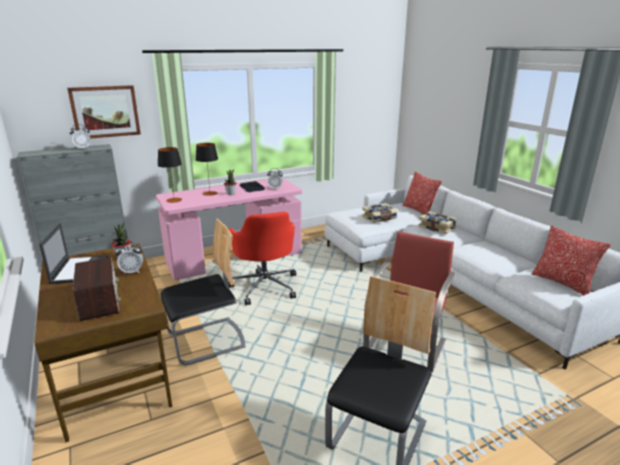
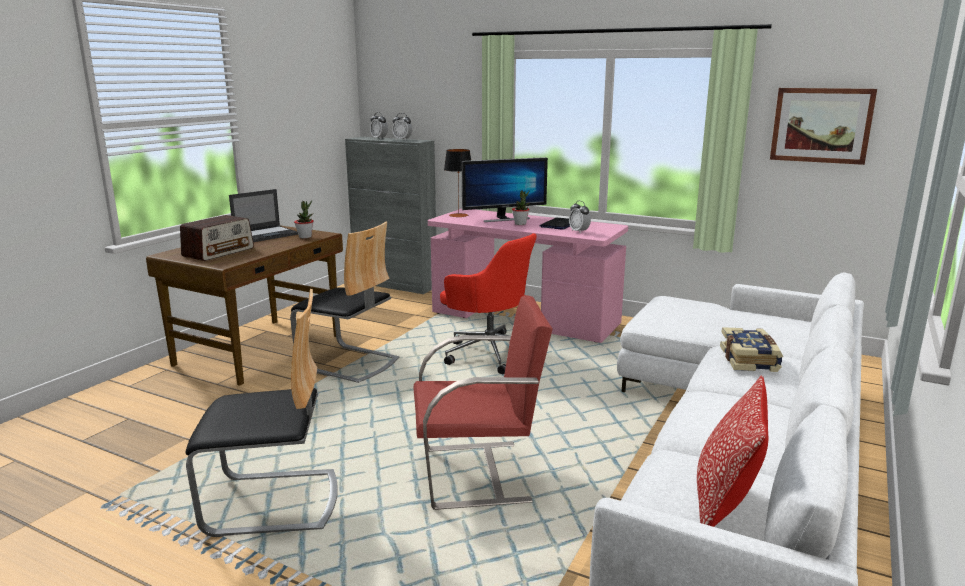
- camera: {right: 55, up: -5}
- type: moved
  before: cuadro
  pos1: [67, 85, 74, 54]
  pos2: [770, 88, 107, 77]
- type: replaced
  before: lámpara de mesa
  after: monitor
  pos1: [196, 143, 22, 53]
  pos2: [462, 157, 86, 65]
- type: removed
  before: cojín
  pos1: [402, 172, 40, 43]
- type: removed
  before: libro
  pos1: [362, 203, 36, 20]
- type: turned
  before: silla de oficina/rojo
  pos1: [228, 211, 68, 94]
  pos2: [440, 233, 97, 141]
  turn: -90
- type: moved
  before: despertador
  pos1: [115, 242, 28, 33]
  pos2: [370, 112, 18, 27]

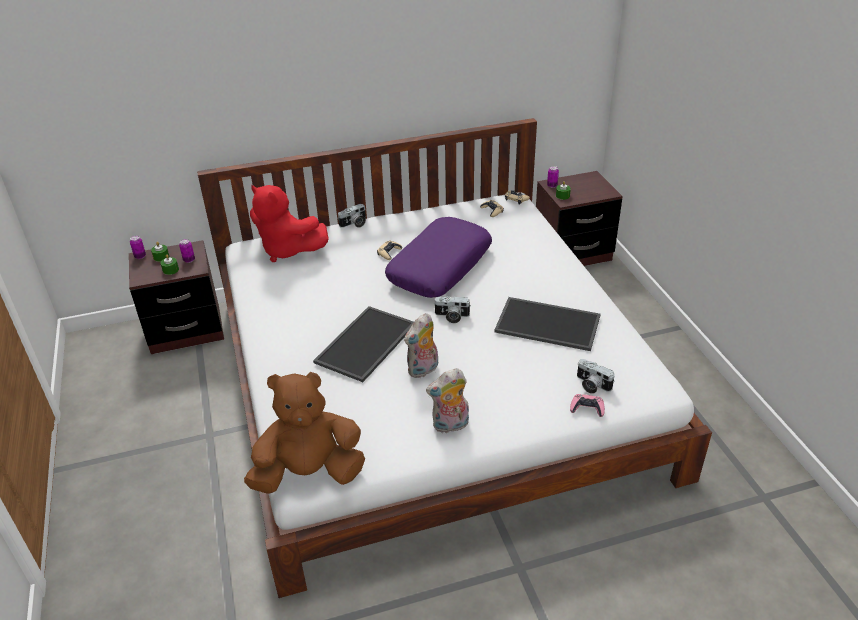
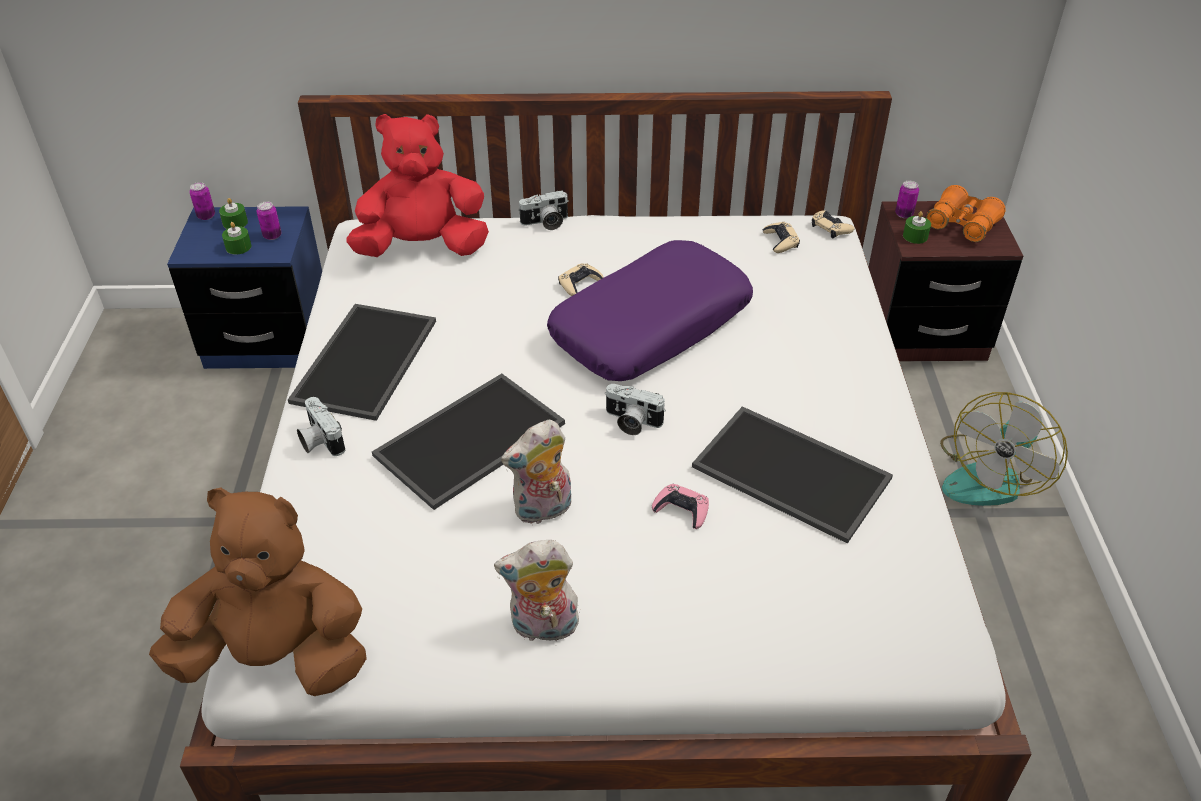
- camera: {right: 15, up: 5}
- type: turned
  before: peluche/rojo
  pos1: [250, 185, 79, 77]
  pos2: [346, 114, 143, 143]
  turn: 120
- type: recoloured
  before: mesita de noche/marrón
  after: mesita de noche/azul
  pos1: [129, 240, 95, 114]
  pos2: [167, 206, 155, 163]
- type: moved
  before: cámara
  pos1: [577, 359, 38, 35]
  pos2: [297, 397, 48, 59]
- type: moved
  before: mando de consola/rosa
  pos1: [570, 394, 35, 23]
  pos2: [652, 484, 57, 45]
- type: added
  after: prismáticos/naranja
  pos2: [926, 185, 80, 57]
- type: added
  after: bandeja
  pos2: [288, 304, 148, 117]
- type: added
  after: ventilador
  pos2: [940, 392, 128, 114]

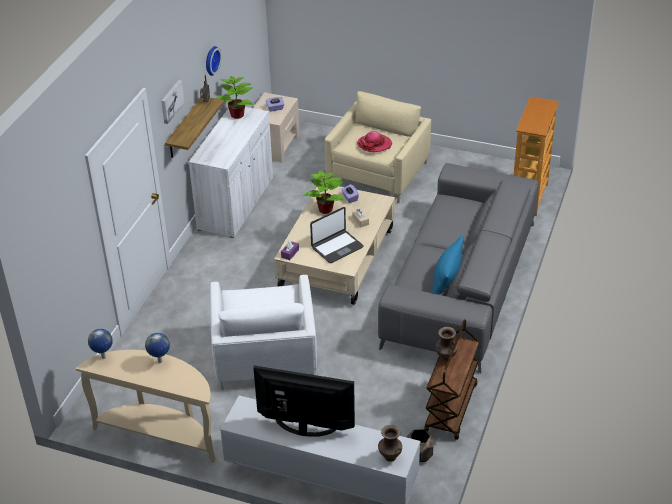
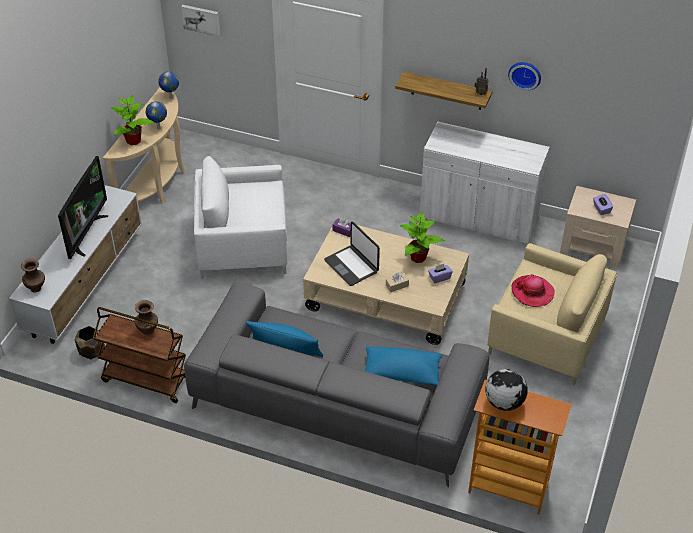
- camera: {right: 90, up: 5}
- type: moved
  before: planta en maceta
  pos1: [216, 76, 37, 43]
  pos2: [111, 96, 44, 49]
- type: moved
  before: cuadro
  pos1: [161, 80, 24, 44]
  pos2: [181, 5, 39, 32]
- type: added
  after: cojín/azul
  pos2: [365, 346, 77, 40]
- type: added
  after: globo terráqueo
  pos2: [485, 369, 43, 42]

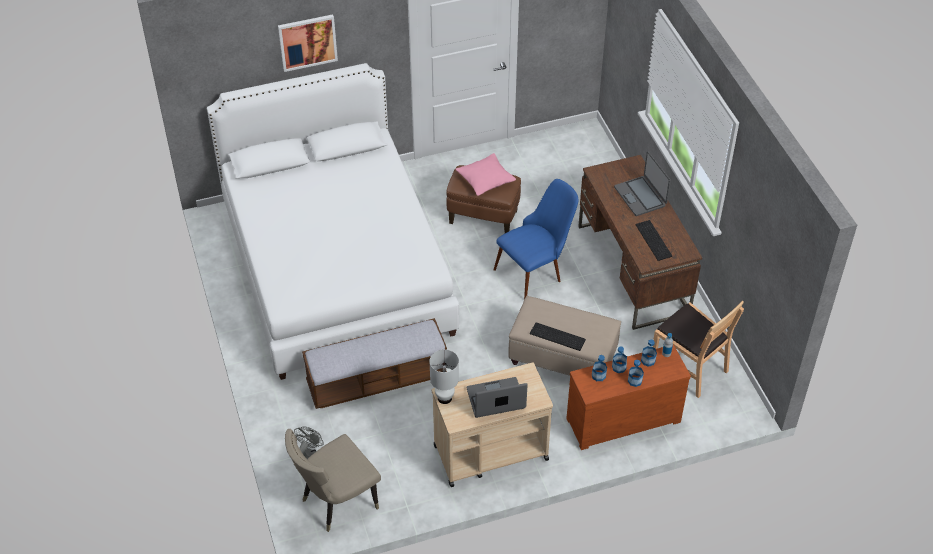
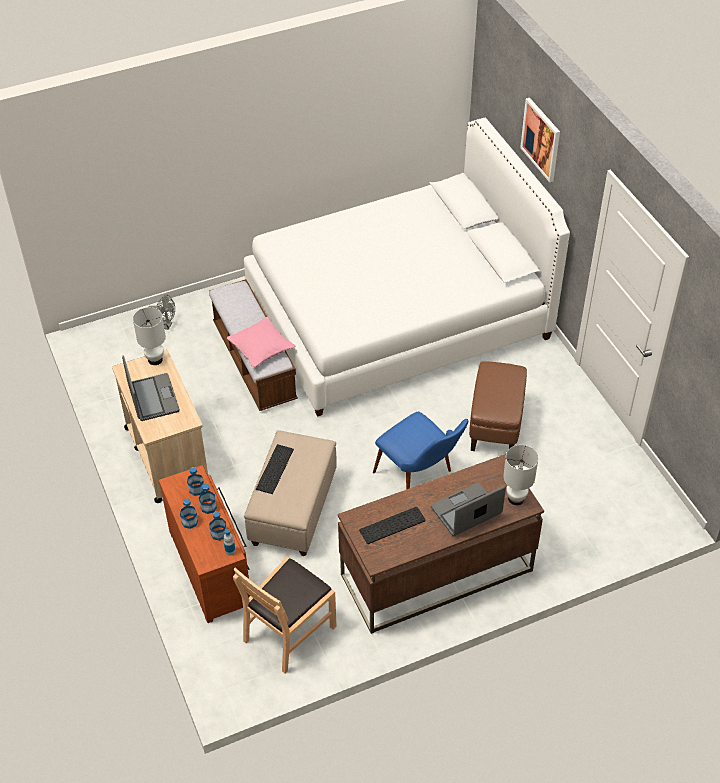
- camera: {right: 85, up: 0}
- type: moved
  before: cojín/rosa
  pos1: [456, 153, 60, 43]
  pos2: [227, 317, 68, 51]
- type: removed
  before: silla/beis
  pos1: [285, 429, 96, 103]
- type: added
  after: lámpara de mesa/blanco
  pos2: [503, 445, 35, 60]

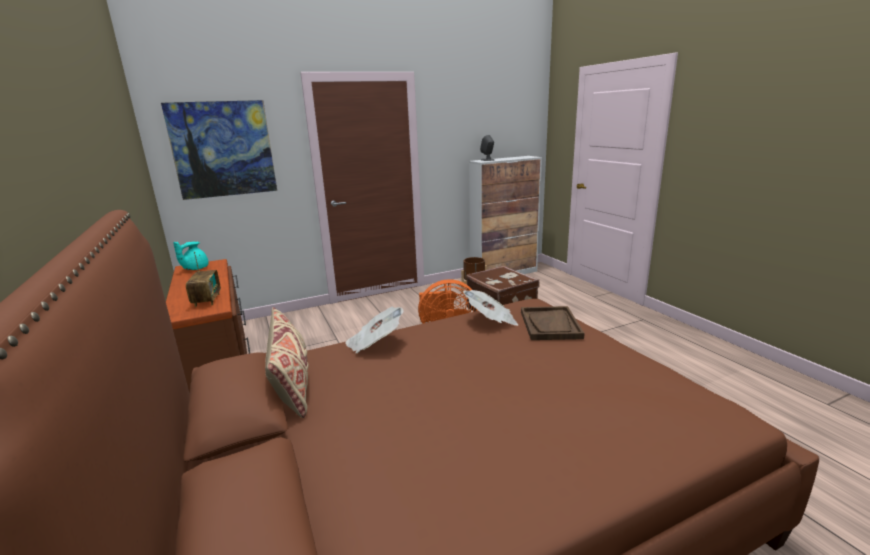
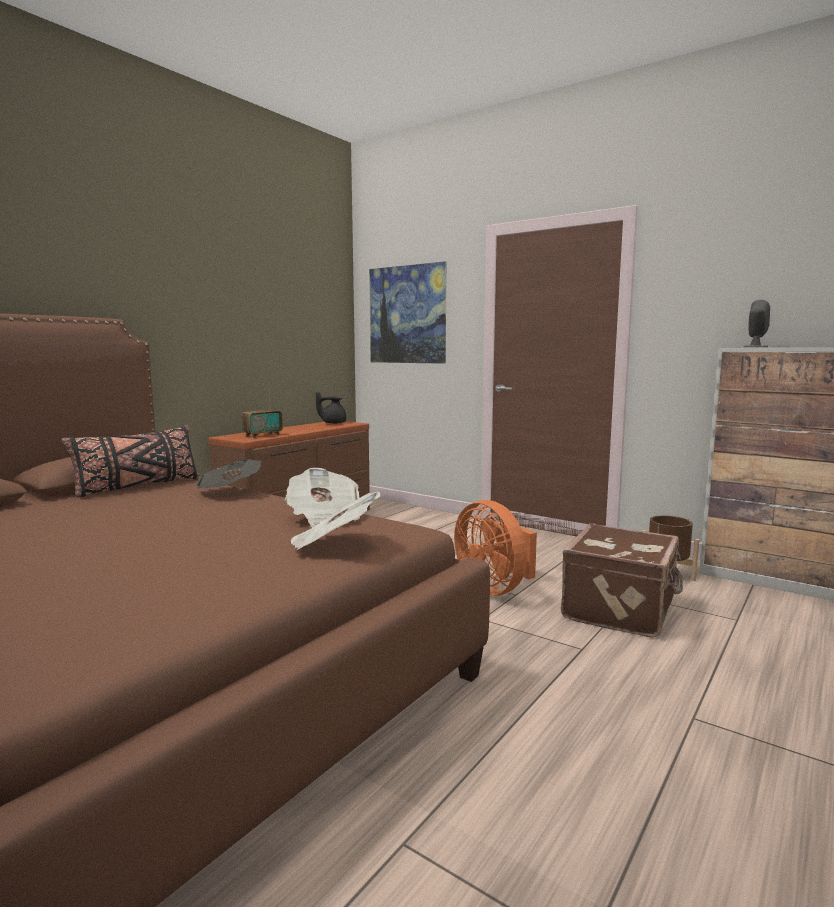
- camera: {right: 60, up: -10}
- type: recoloured
  before: tetera/turquesa
  after: tetera/negro
  pos1: [173, 241, 35, 29]
  pos2: [316, 392, 30, 32]
- type: replaced
  before: bandeja/marrón
  after: periódico
  pos1: [521, 306, 64, 34]
  pos2: [290, 492, 90, 58]
- type: recoloured
  before: cojín/beis
  after: cojín/negro
  pos1: [265, 307, 44, 111]
  pos2: [61, 425, 139, 73]

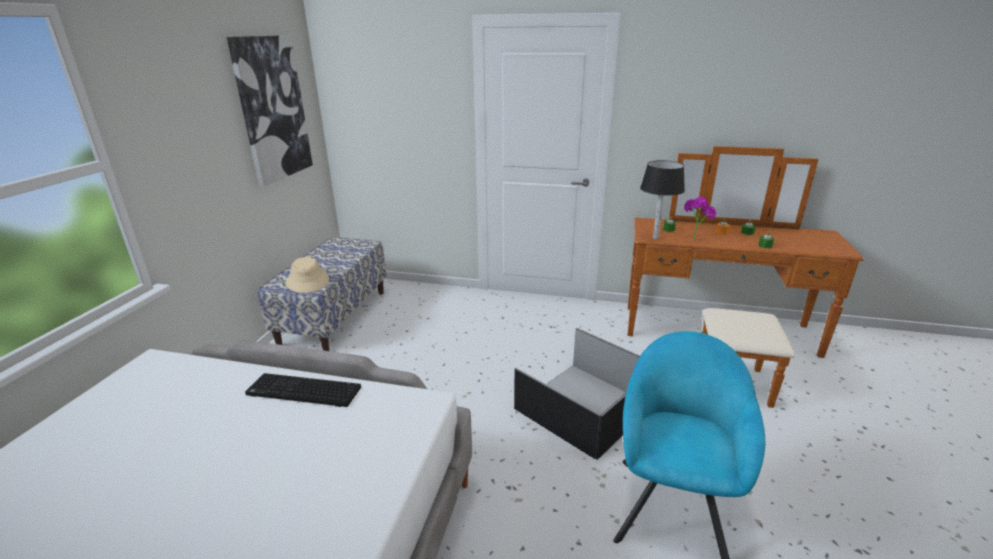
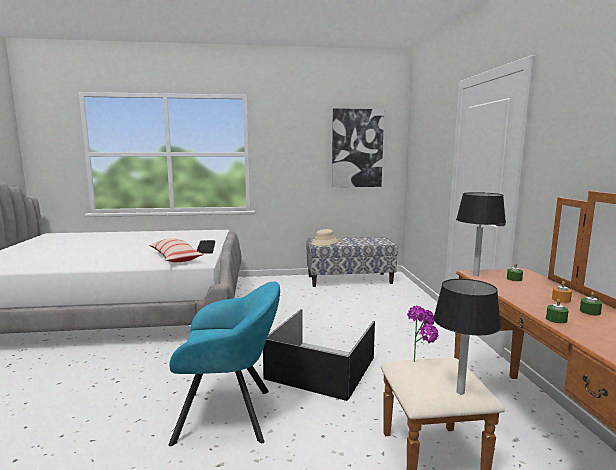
- camera: {right: 70, up: -15}
- type: moved
  before: planta en maceta
  pos1: [684, 197, 33, 44]
  pos2: [407, 306, 31, 56]
- type: added
  after: cojín
  pos2: [149, 238, 55, 24]
- type: added
  after: lámpara de mesa/negro
  pos2: [433, 279, 68, 115]

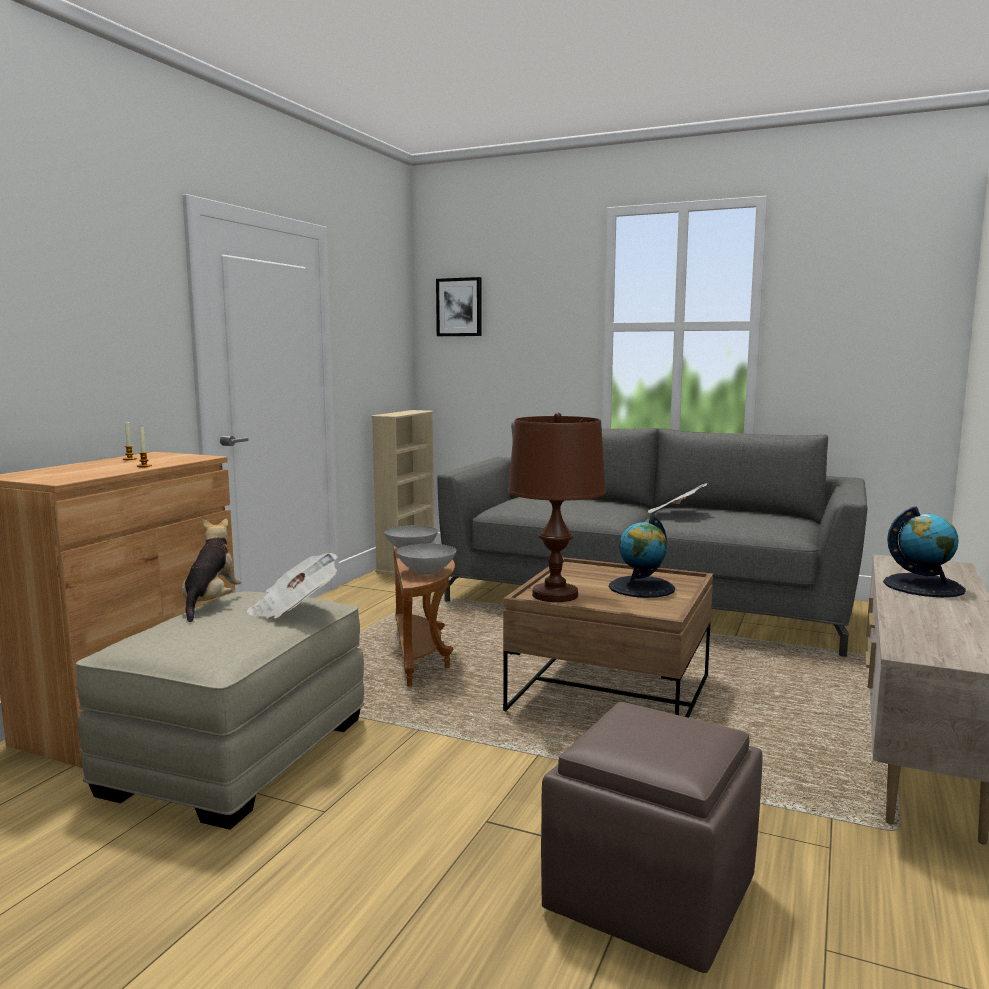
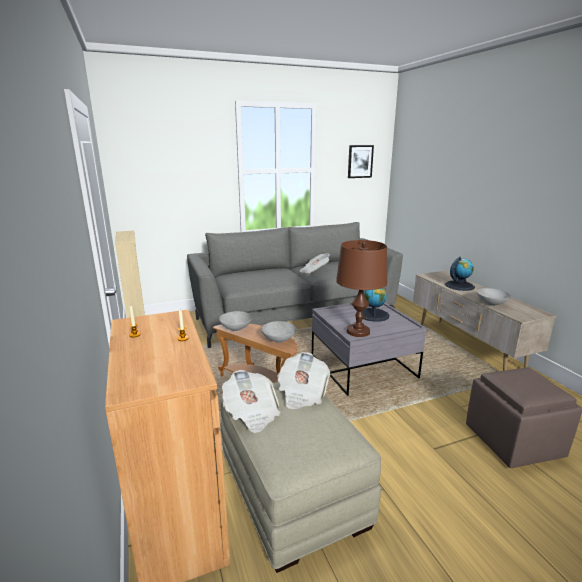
- camera: {right: -45, up: 10}
- type: moved
  before: cuadro
  pos1: [436, 277, 46, 59]
  pos2: [348, 145, 26, 33]
- type: replaced
  before: peluche
  after: periódico
  pos1: [182, 518, 60, 104]
  pos2: [222, 370, 59, 63]
- type: recoloured
  before: mesa de centro/marrón
  after: mesa de centro/gris
  pos1: [503, 557, 210, 161]
  pos2: [312, 303, 115, 93]
- type: added
  after: cuenco/gris
  pos2: [477, 288, 34, 18]

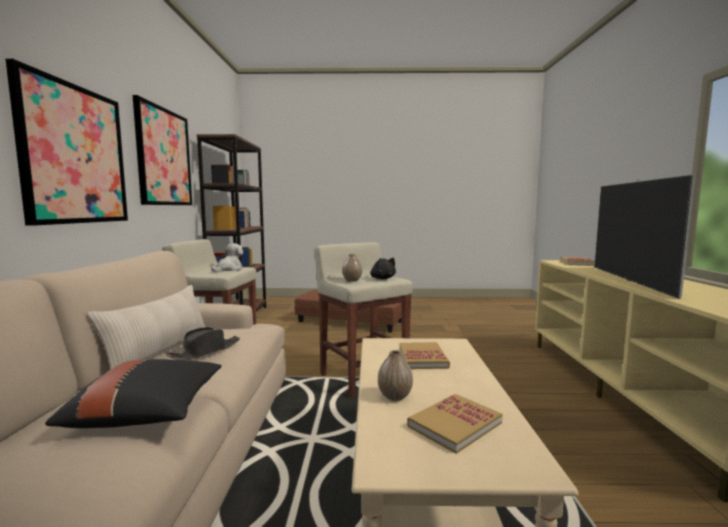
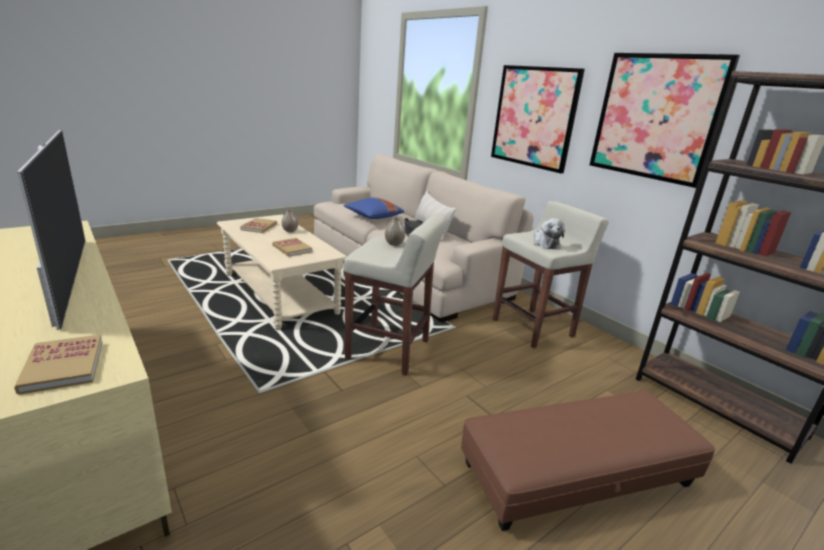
- camera: {right: 140, up: 15}
- type: removed
  before: peluche/negro
  pos1: [370, 258, 26, 21]
- type: recoloured
  before: cojín/negro
  after: cojín/azul
  pos1: [45, 359, 177, 69]
  pos2: [344, 198, 60, 21]

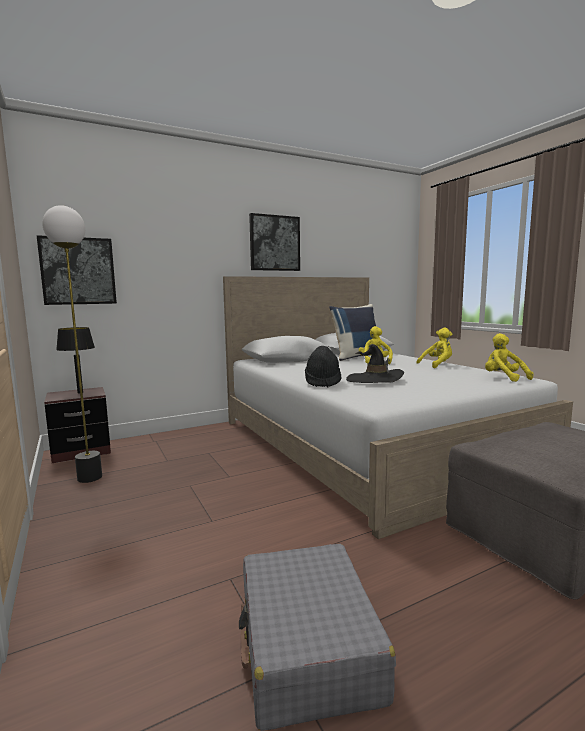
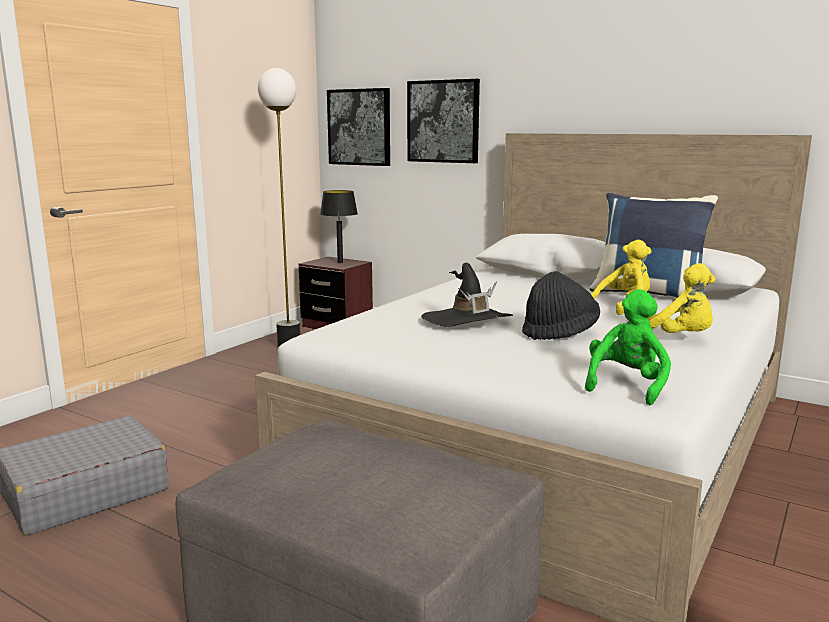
- camera: {right: 60, up: 5}
- type: moved
  before: cuadro
  pos1: [249, 213, 51, 58]
  pos2: [407, 79, 73, 84]
- type: recoloured
  before: peluche/amarillo
  after: peluche/verde
  pos1: [485, 333, 48, 49]
  pos2: [585, 289, 86, 116]
- type: moved
  before: sombrero/negro
  pos1: [305, 346, 37, 41]
  pos2: [522, 271, 78, 69]

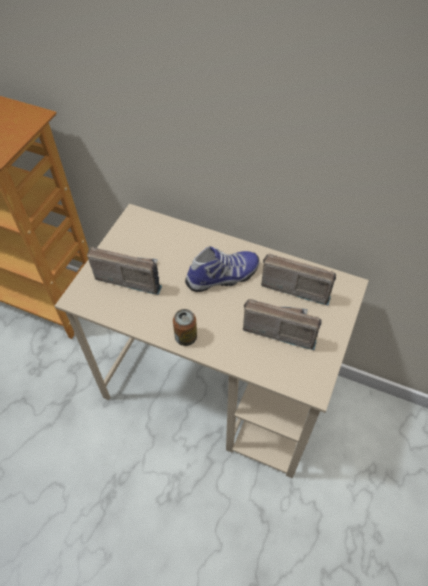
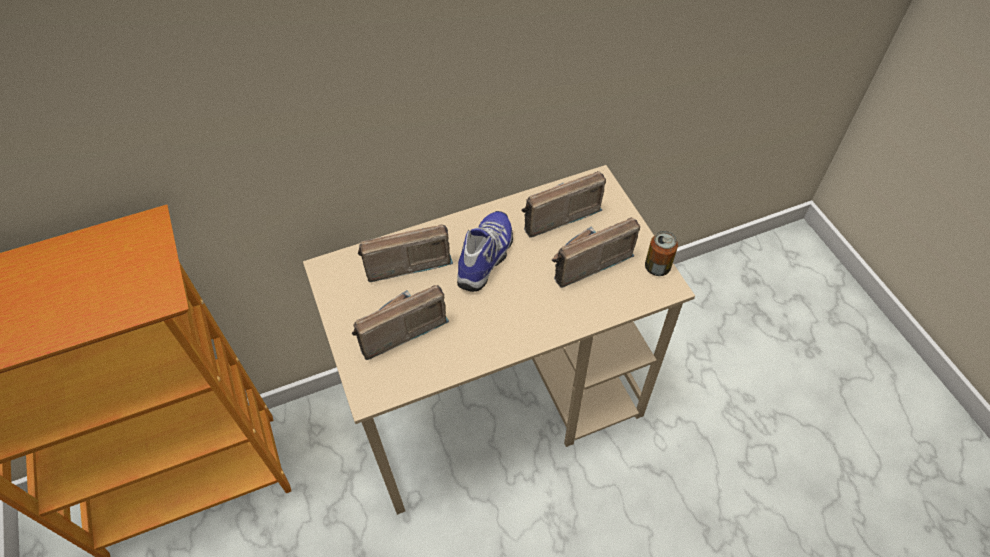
- camera: {right: -45, up: 0}
- type: moved
  before: lata
  pos1: [173, 309, 24, 37]
  pos2: [645, 231, 33, 45]
- type: added
  after: radio
  pos2: [358, 224, 95, 58]

